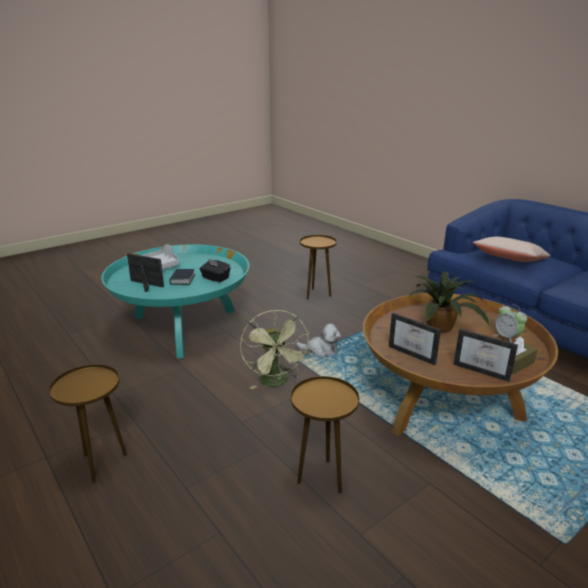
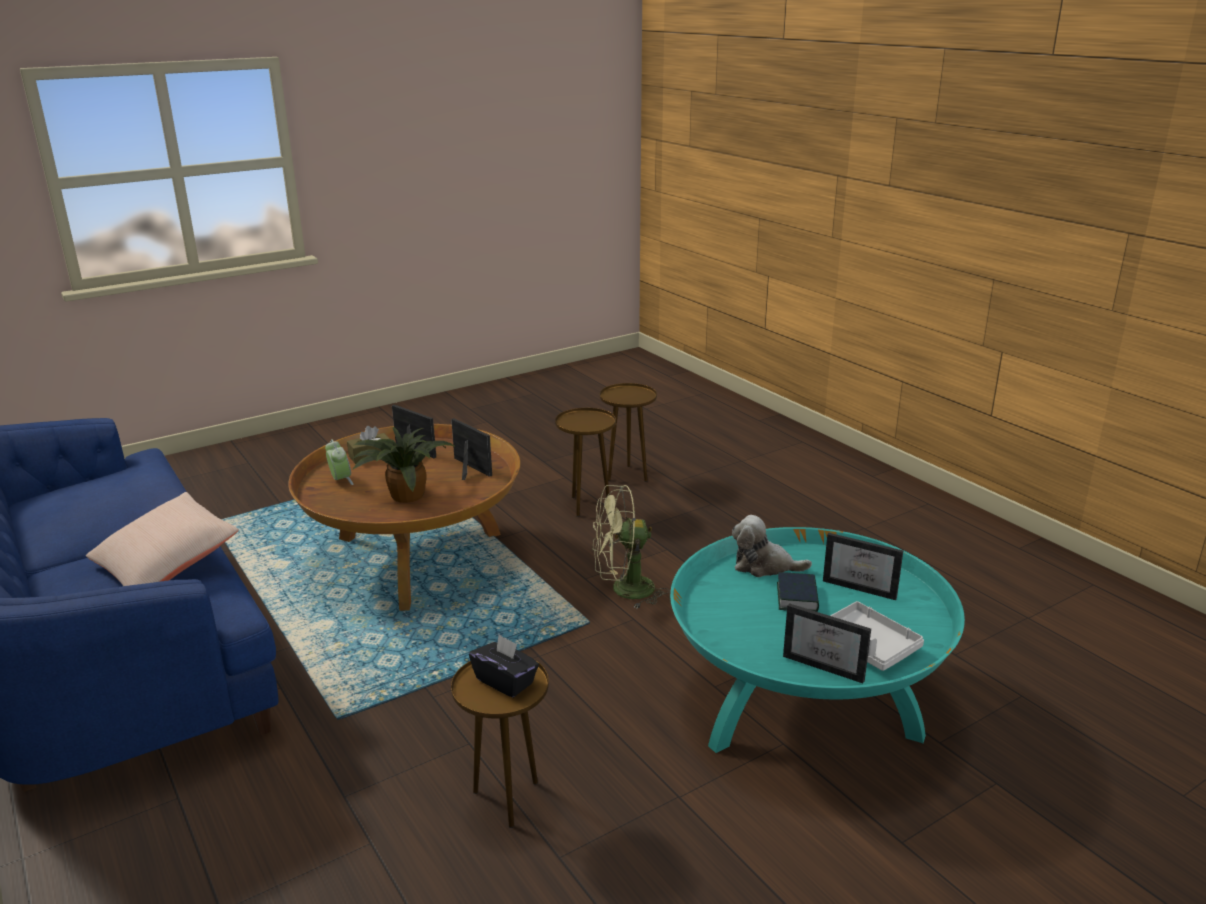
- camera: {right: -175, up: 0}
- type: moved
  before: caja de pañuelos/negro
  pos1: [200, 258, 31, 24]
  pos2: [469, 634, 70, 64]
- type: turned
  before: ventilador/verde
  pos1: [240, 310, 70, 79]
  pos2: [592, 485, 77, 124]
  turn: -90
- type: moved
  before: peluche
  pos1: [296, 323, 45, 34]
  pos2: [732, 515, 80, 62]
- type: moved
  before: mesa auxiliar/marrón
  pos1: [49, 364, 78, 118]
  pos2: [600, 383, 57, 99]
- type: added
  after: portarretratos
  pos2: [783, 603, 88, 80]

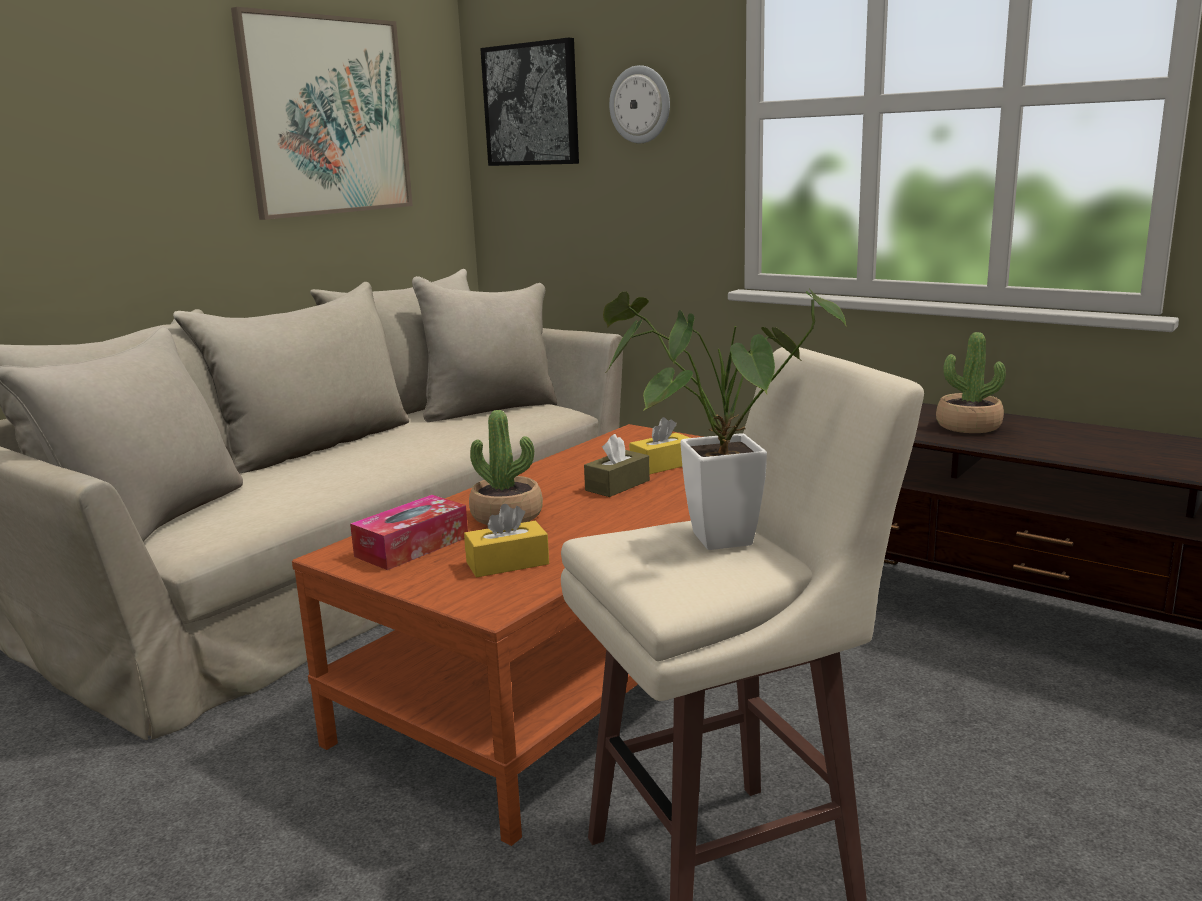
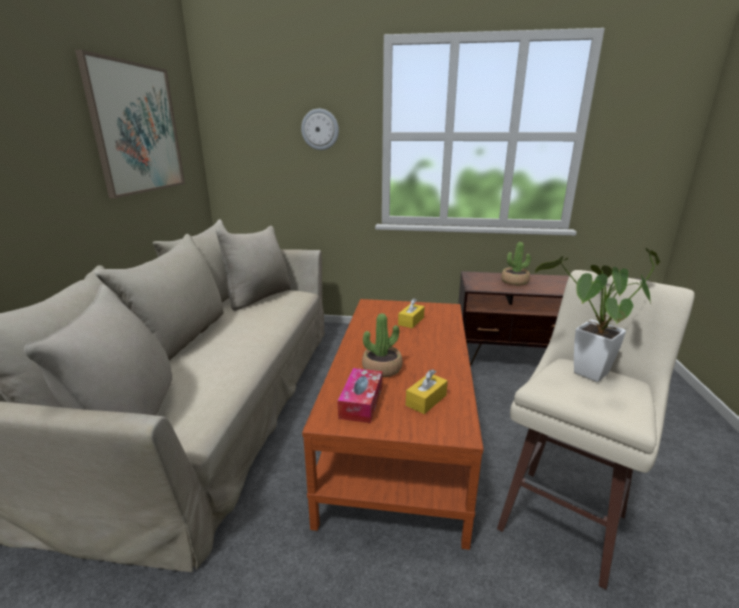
- camera: {right: -30, up: 5}
- type: removed
  before: cuadro
  pos1: [480, 38, 99, 128]
- type: removed
  before: caja de pañuelos/marrón
  pos1: [584, 434, 66, 63]

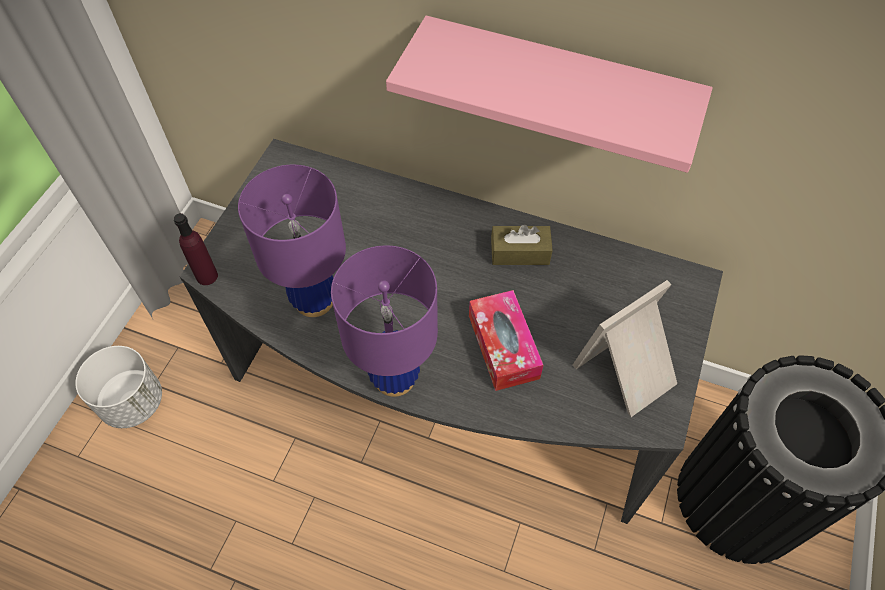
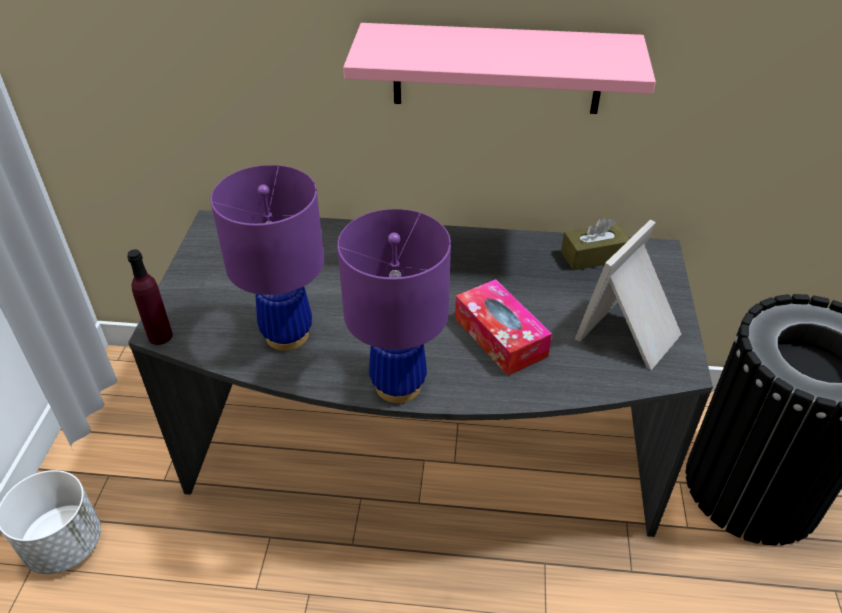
- camera: {right: -15, up: -15}
- type: moved
  before: caja de pañuelos/marrón
  pos1: [491, 225, 62, 40]
  pos2: [561, 217, 69, 53]

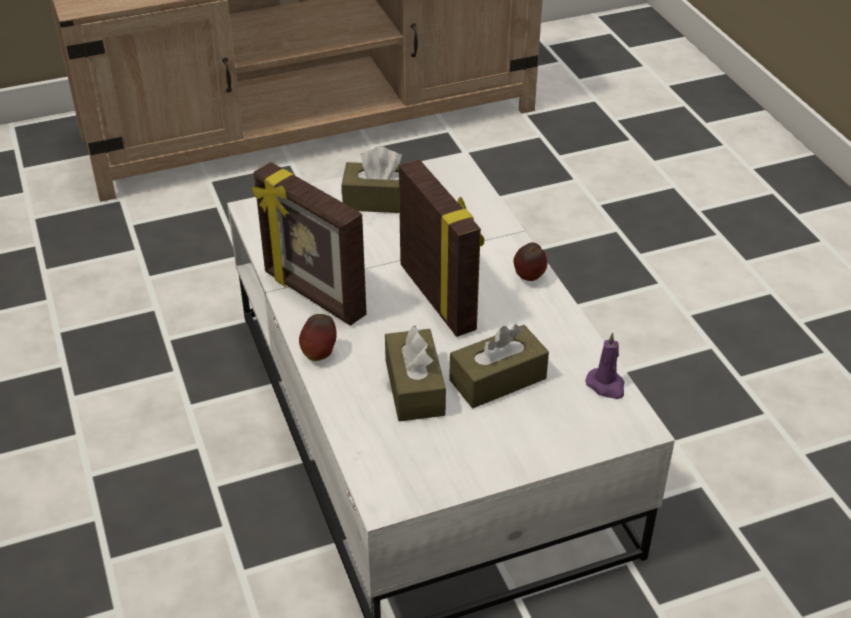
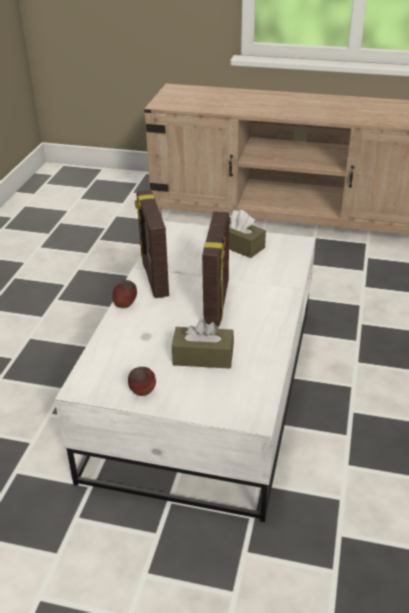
- camera: {right: 35, up: -5}
- type: moved
  before: manzana
  pos1: [513, 242, 35, 39]
  pos2: [128, 367, 28, 29]
- type: removed
  before: caja de pañuelos/marrón
  pos1: [385, 326, 61, 96]
- type: removed
  before: vela/morado
  pos1: [585, 332, 40, 67]

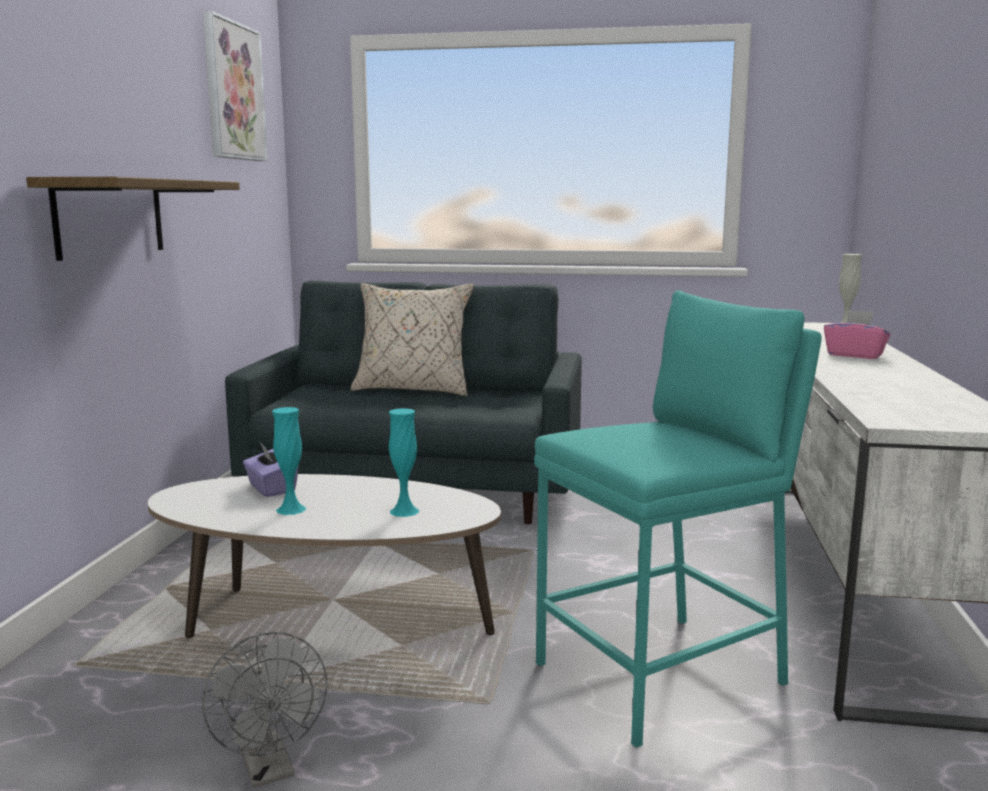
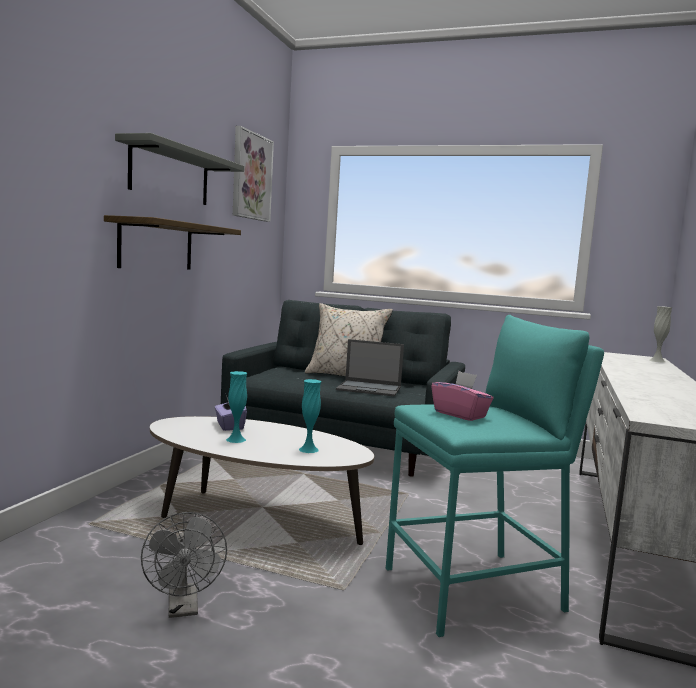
- camera: {right: 10, up: -5}
- type: moved
  before: caja de pañuelos/rosa
  pos1: [824, 310, 67, 49]
  pos2: [431, 371, 63, 50]
- type: added
  after: estante/gris
  pos2: [115, 133, 129, 72]
- type: added
  after: portátil
  pos2: [336, 339, 68, 58]

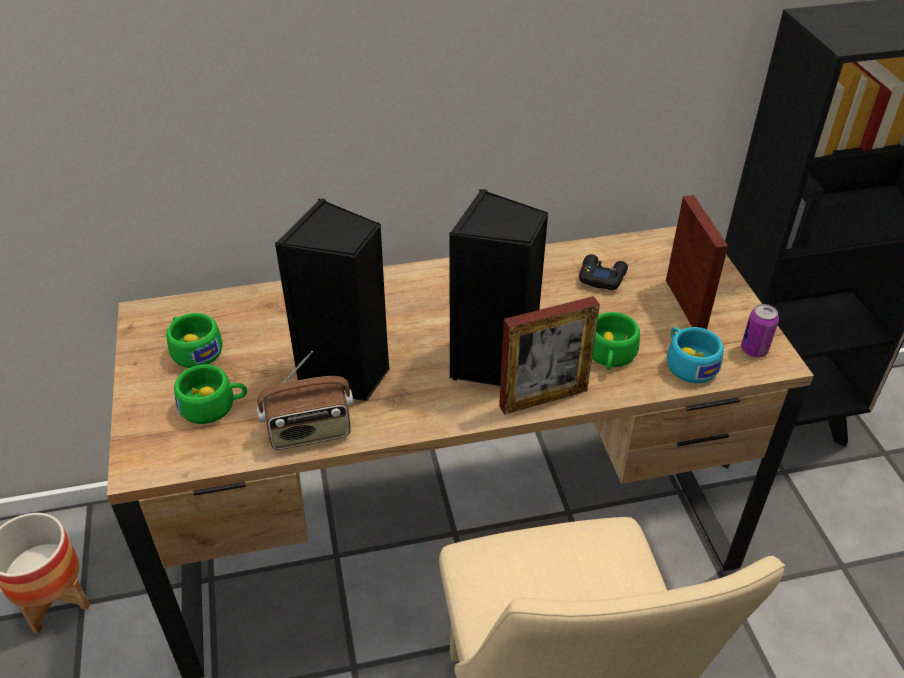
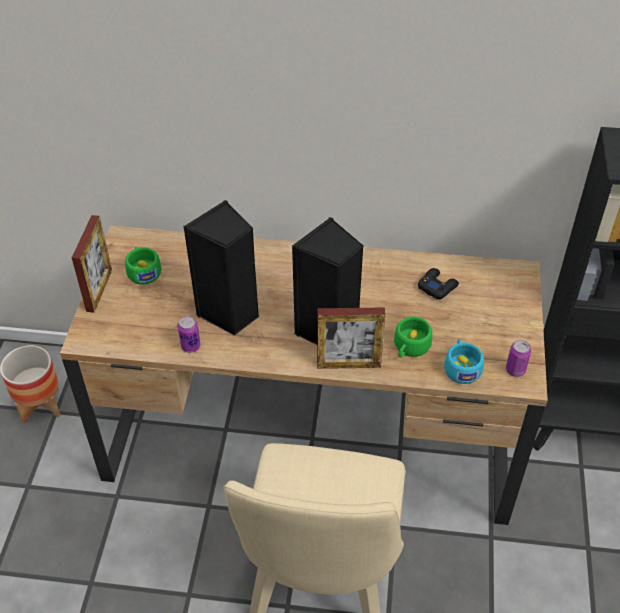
- camera: {right: 20, up: 5}
- type: moved
  before: portarretratos
  pos1: [666, 195, 62, 134]
  pos2: [72, 215, 40, 98]
- type: replaced
  before: radio
  after: lata
  pos1: [257, 351, 97, 99]
  pos2: [178, 316, 22, 37]
- type: removed
  before: taza/verde
  pos1: [174, 365, 73, 59]

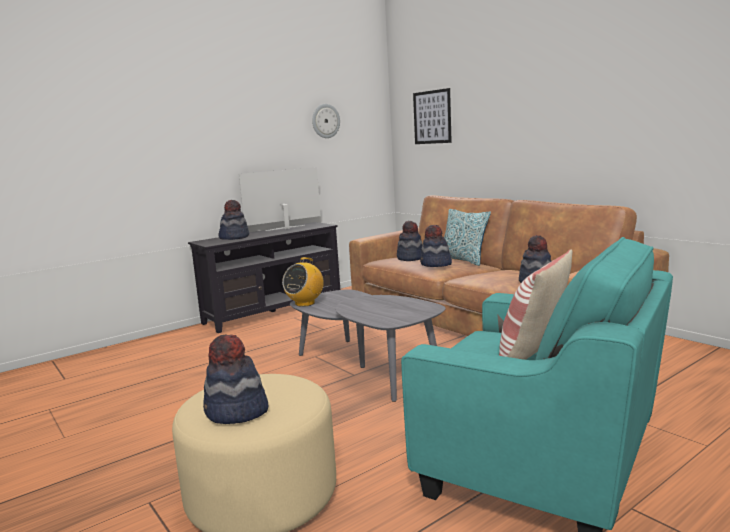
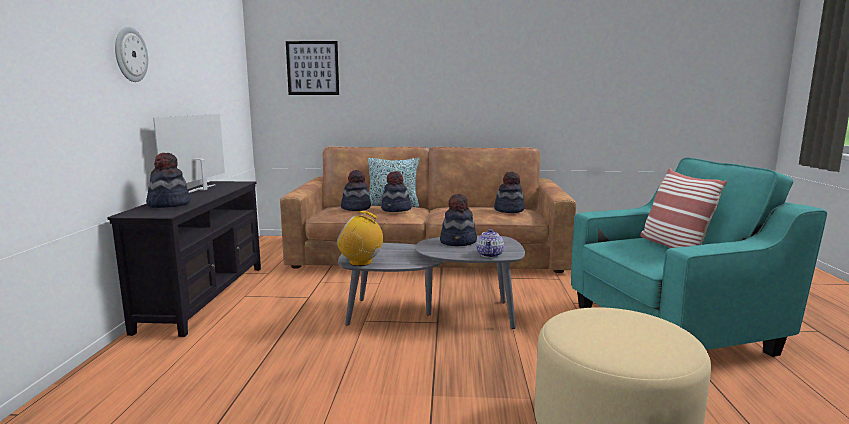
- camera: {right: -50, up: 0}
- type: moved
  before: reloj de pared
  pos1: [312, 104, 28, 34]
  pos2: [115, 27, 33, 55]
- type: turned
  before: radio
  pos1: [282, 257, 42, 50]
  pos2: [337, 211, 50, 55]
  turn: 120
- type: moved
  before: sombrero
  pos1: [203, 335, 65, 89]
  pos2: [440, 194, 37, 52]
- type: added
  after: tetera
  pos2: [476, 229, 28, 29]

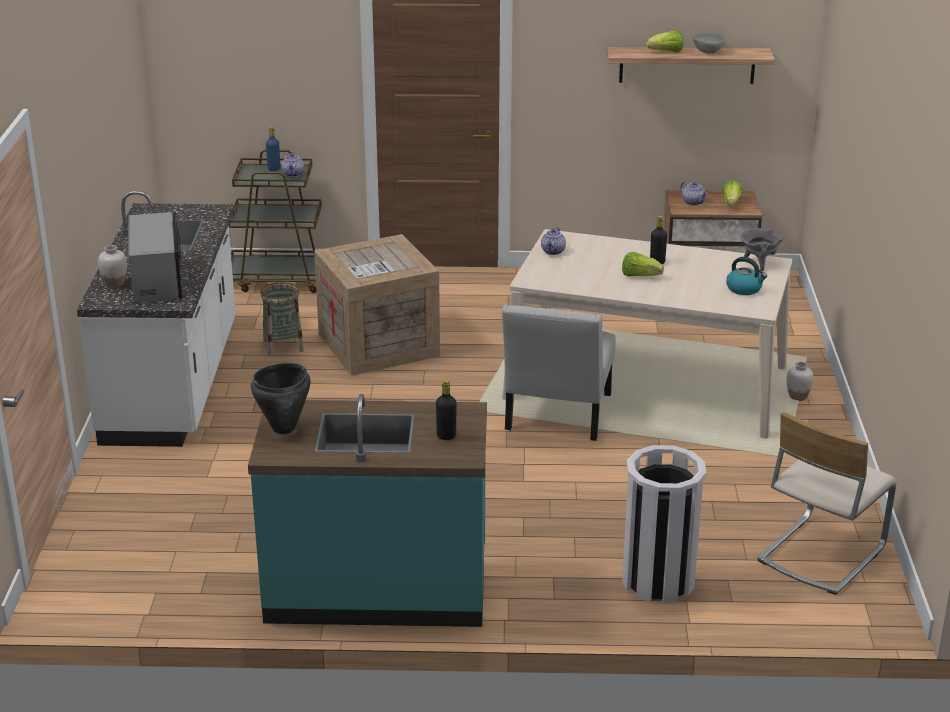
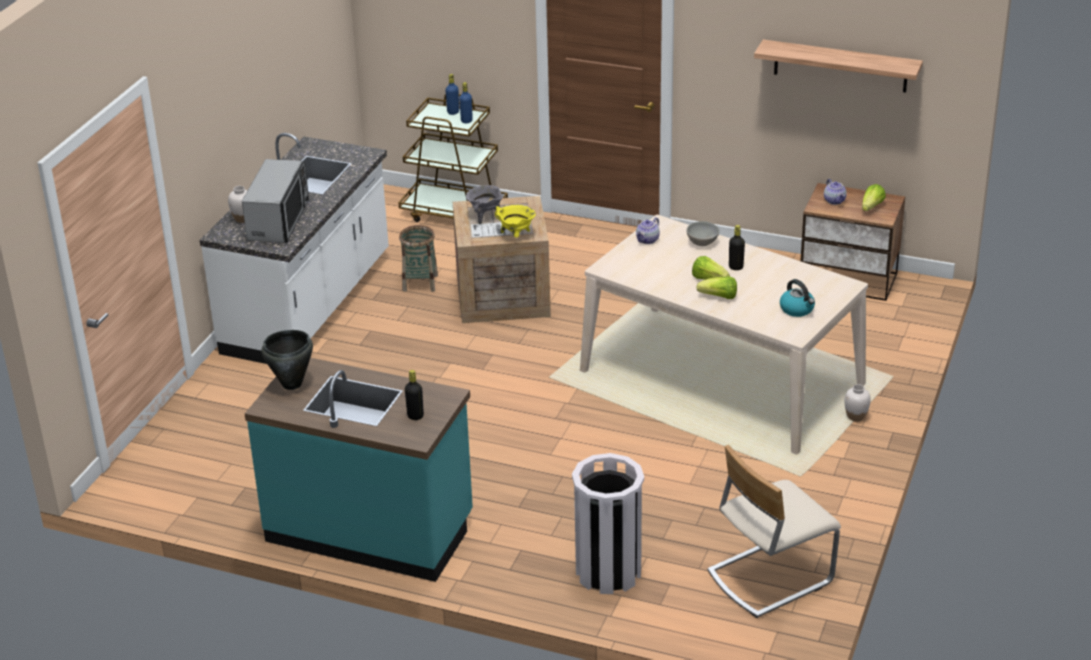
- camera: {right: 20, up: 5}
- type: moved
  before: lechuga
  pos1: [646, 30, 38, 22]
  pos2: [697, 276, 40, 23]
- type: moved
  before: cuenco/gris
  pos1: [693, 32, 33, 22]
  pos2: [686, 221, 33, 25]
- type: replaced
  before: tetera
  after: botella/azul
  pos1: [281, 152, 23, 25]
  pos2: [459, 82, 14, 41]
- type: moved
  before: olla/gris
  pos1: [740, 228, 44, 43]
  pos2: [466, 185, 38, 39]
- type: removed
  before: silla/blanco
  pos1: [502, 304, 114, 137]
- type: added
  after: olla/amarillo
  pos2: [495, 205, 41, 33]

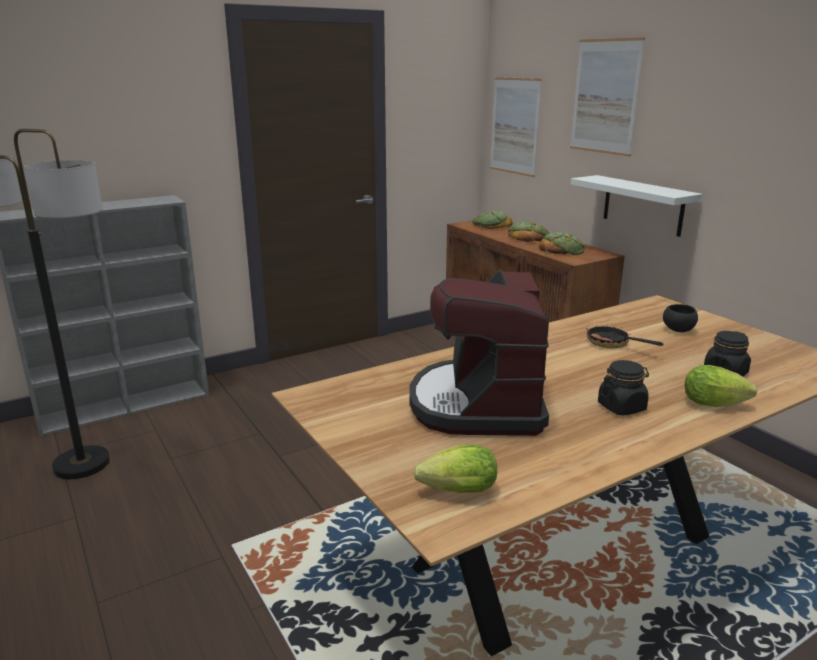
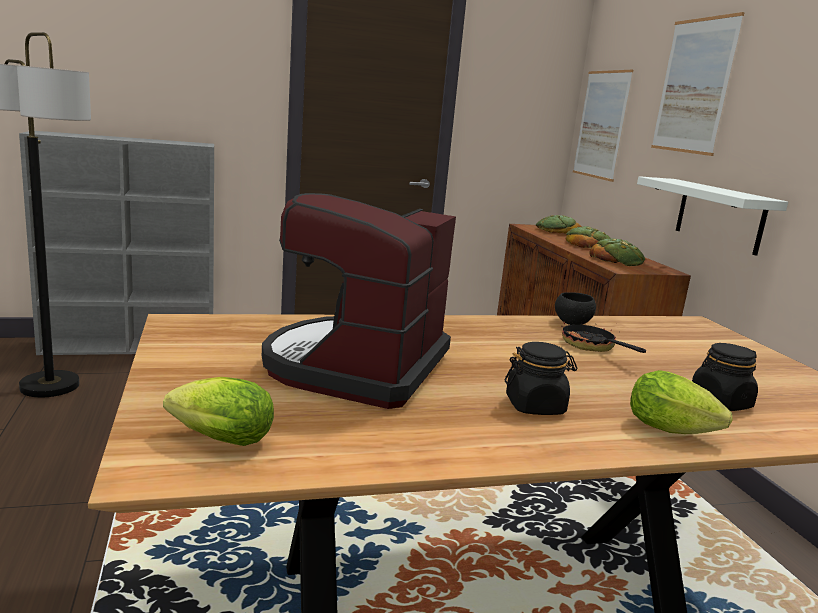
- camera: {right: 15, up: -5}
- type: moved
  before: cuenco/negro
  pos1: [663, 304, 35, 28]
  pos2: [555, 292, 41, 33]

